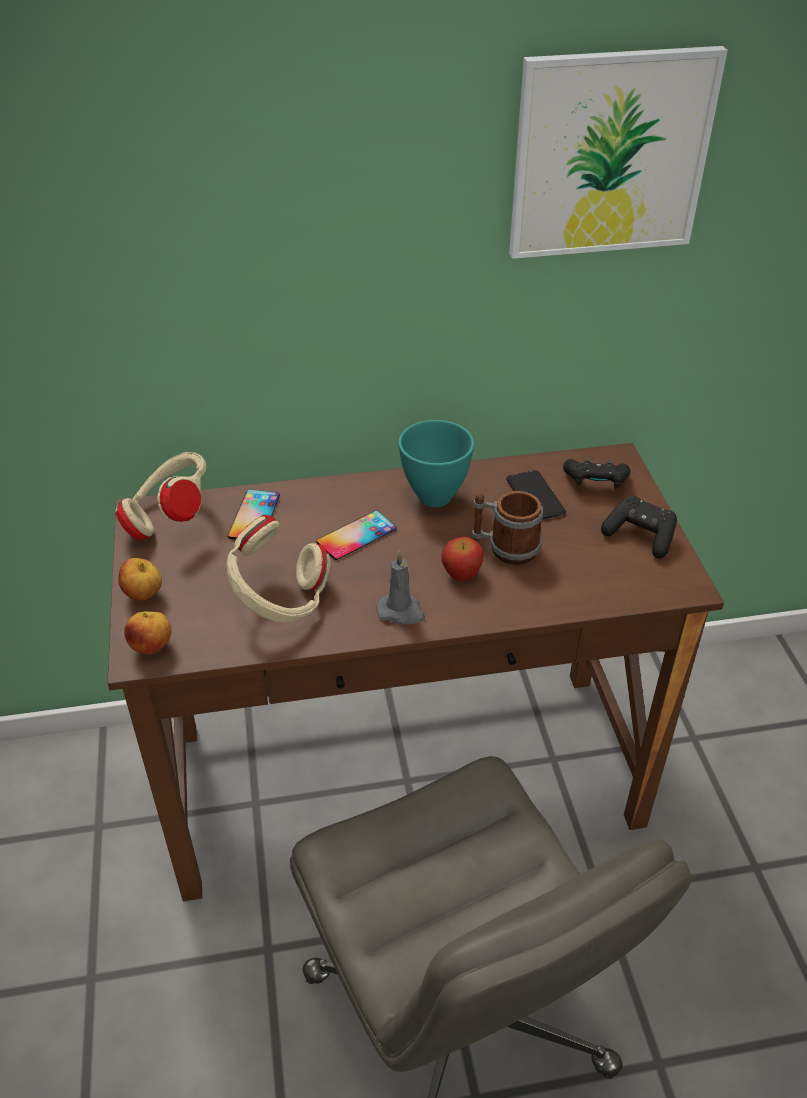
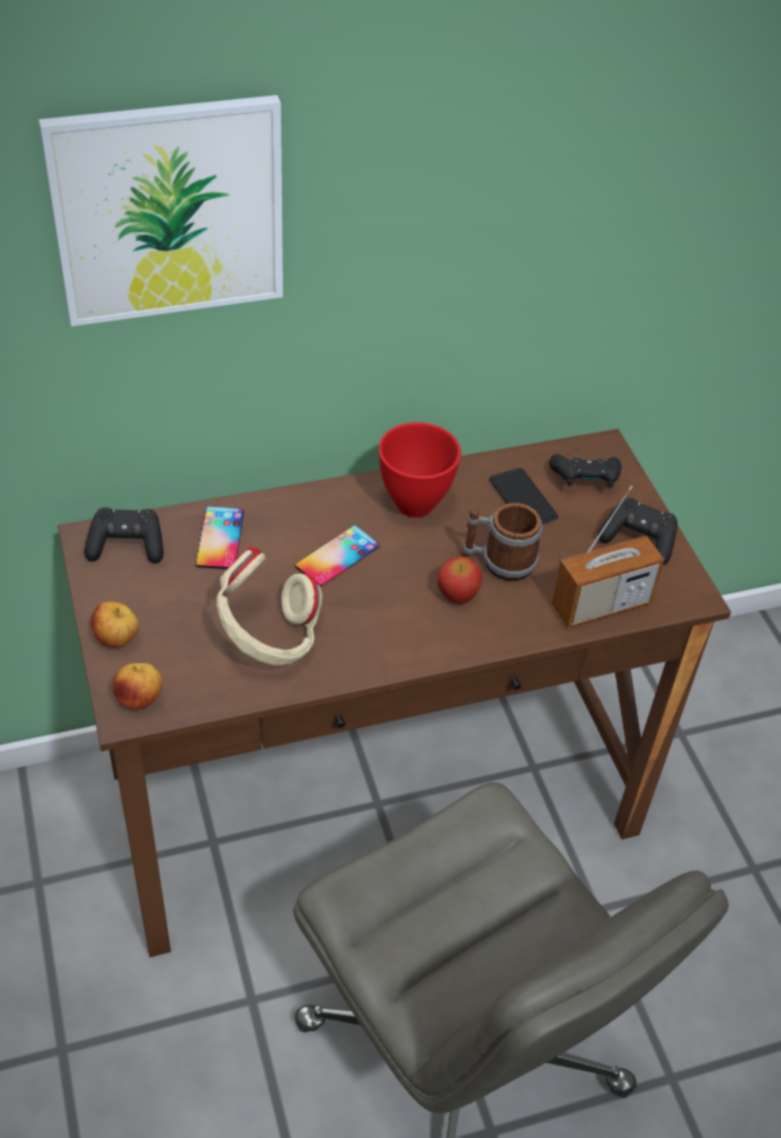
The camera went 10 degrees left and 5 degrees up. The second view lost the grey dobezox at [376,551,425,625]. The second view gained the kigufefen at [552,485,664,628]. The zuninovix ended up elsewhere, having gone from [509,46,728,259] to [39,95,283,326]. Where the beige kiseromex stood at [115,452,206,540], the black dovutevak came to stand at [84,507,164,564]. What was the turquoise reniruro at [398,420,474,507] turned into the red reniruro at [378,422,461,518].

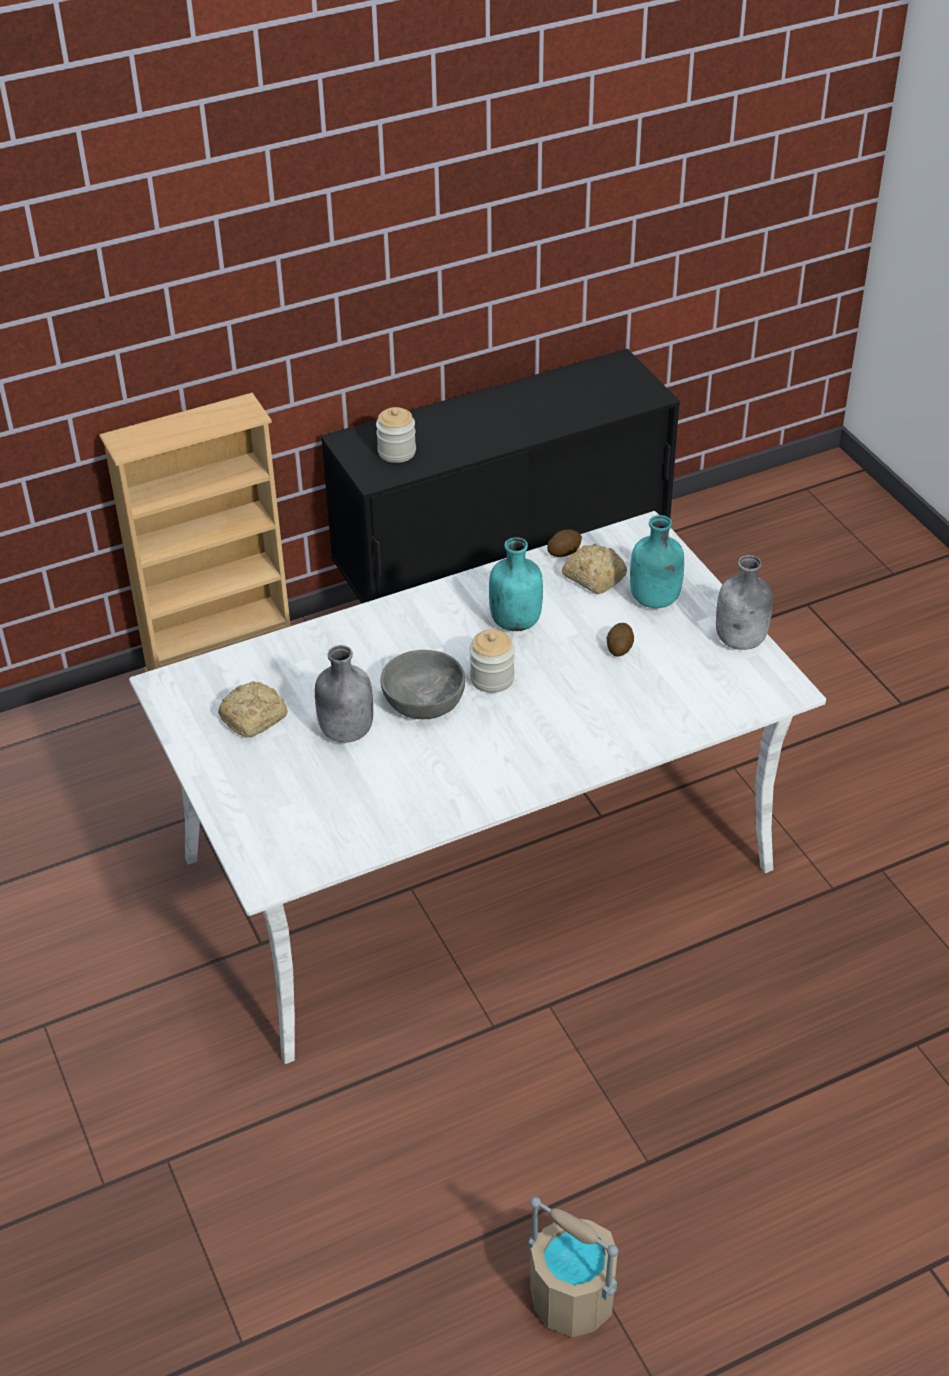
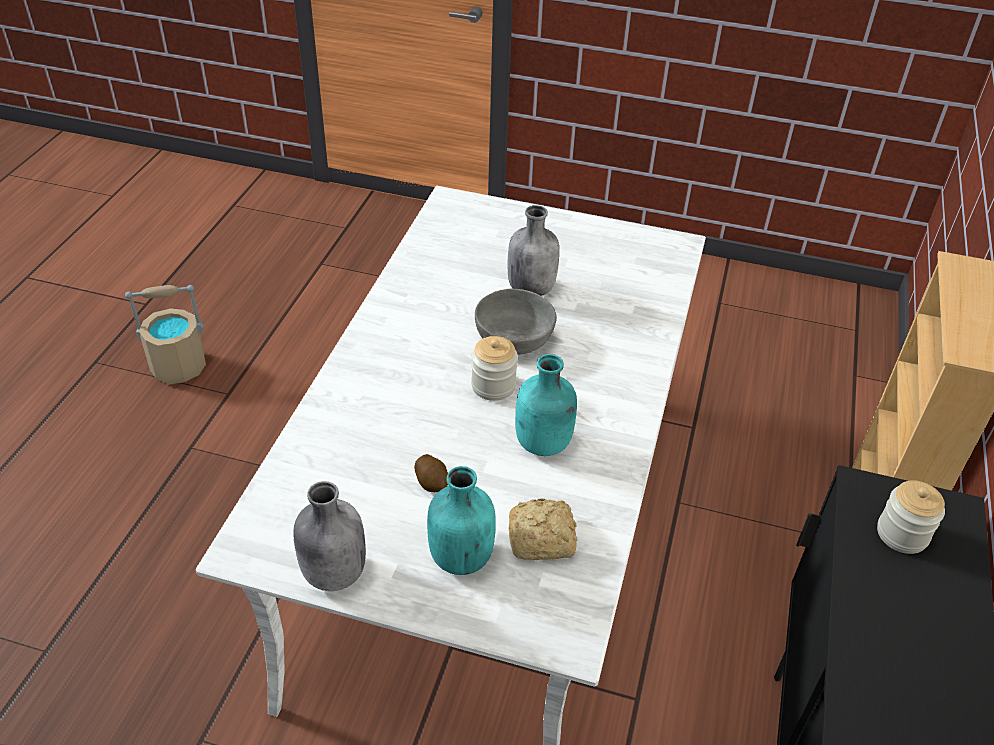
The camera went 130 degrees right and 0 degrees up. The second view lost the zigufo at [218,681,288,738]. The second view lost the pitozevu at [547,529,582,557].

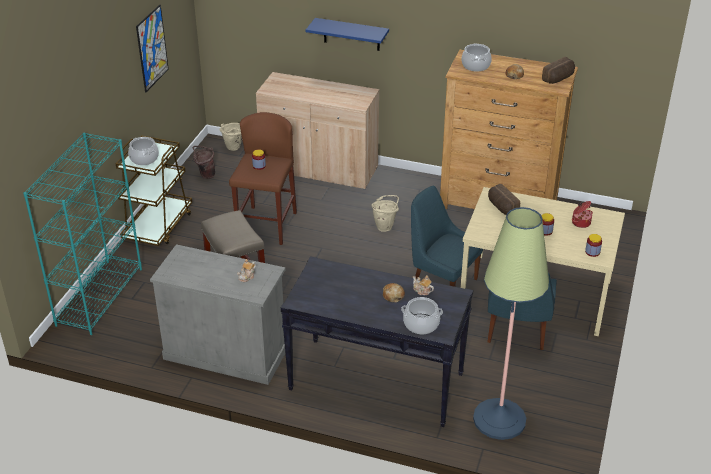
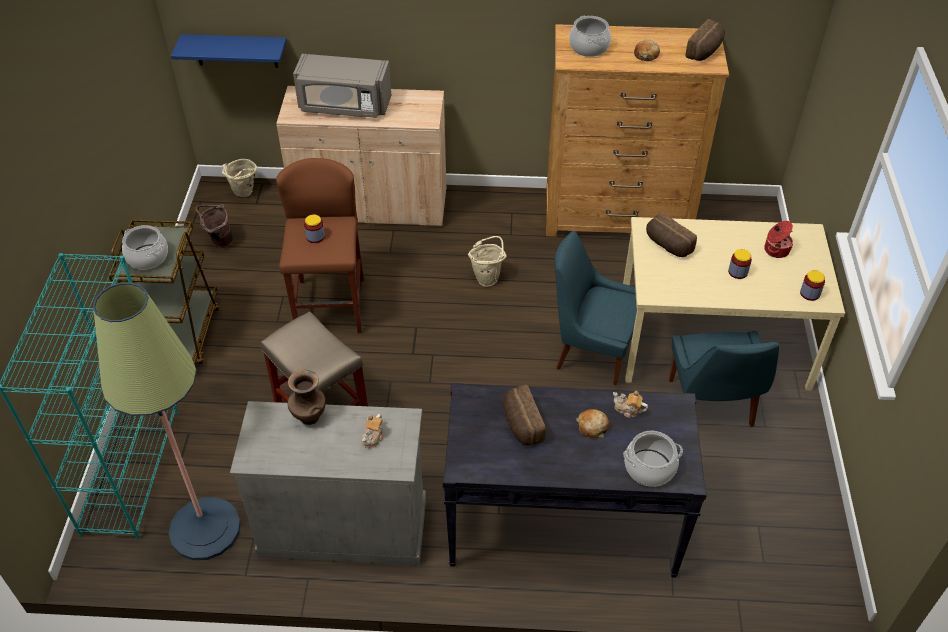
The camera went 15 degrees left and 10 degrees up. The second view lost the zuninovix at [136,5,169,92]. The second view gained the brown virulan at [287,370,326,425]. The second view gained the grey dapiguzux at [293,54,391,118]. The second view gained the zigufo at [503,385,546,446]. The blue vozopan ended up elsewhere, having gone from [306,18,389,51] to [171,34,287,68]. The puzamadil ended up elsewhere, having gone from [473,207,549,440] to [93,282,241,560].

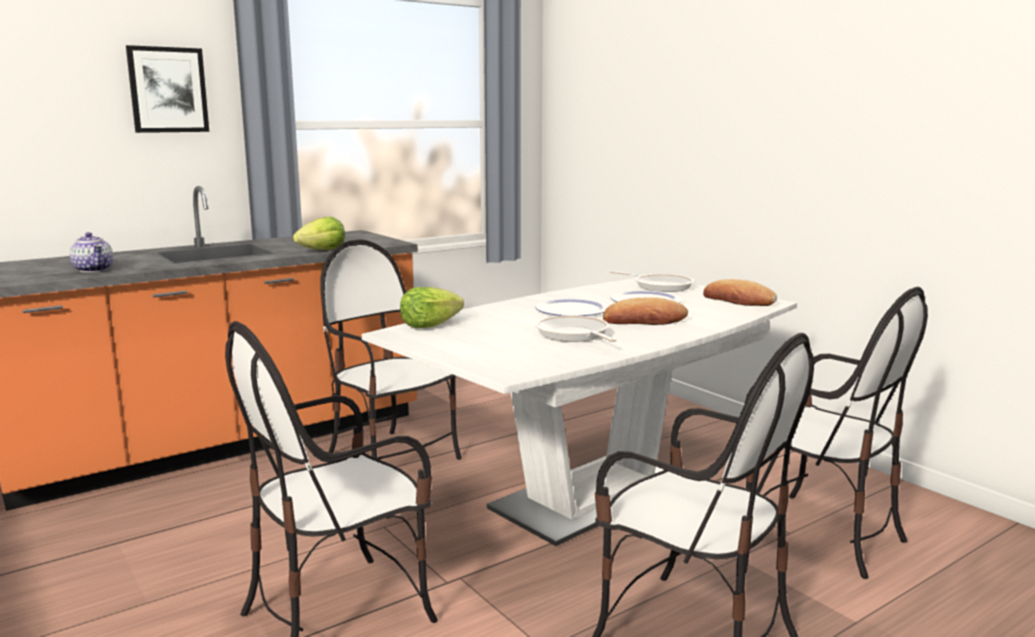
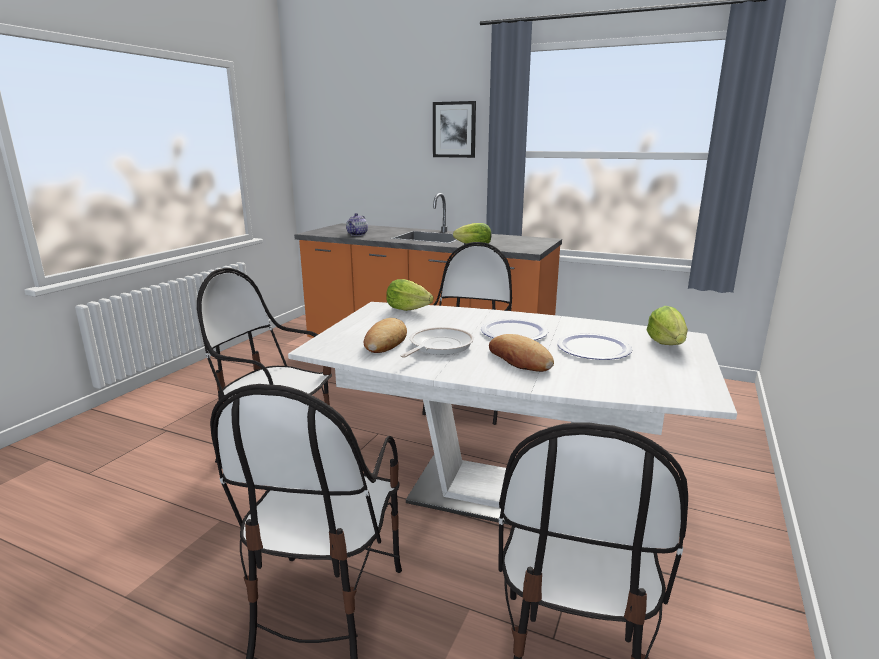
The camera went 60 degrees right and 5 degrees up. The zigufo ended up elsewhere, having gone from [703,279,777,306] to [364,318,407,353]. Where the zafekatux stood at [610,271,694,292], the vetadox came to stand at [646,306,688,345].

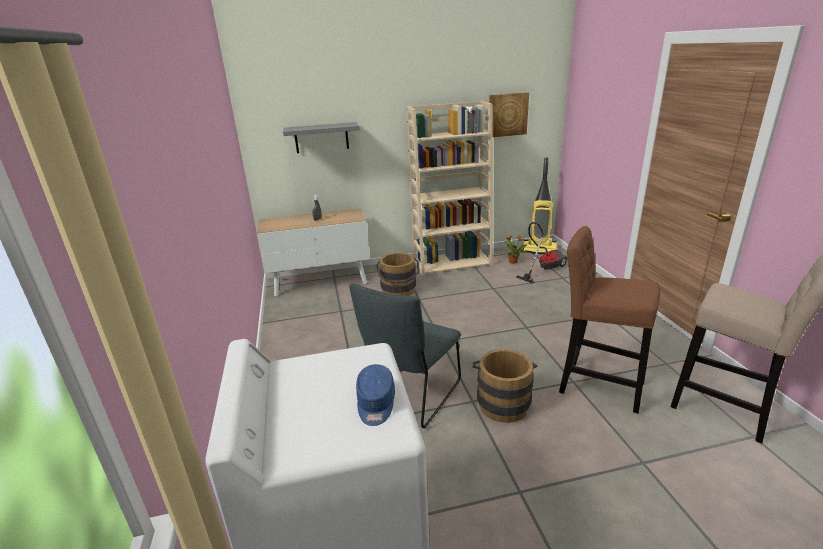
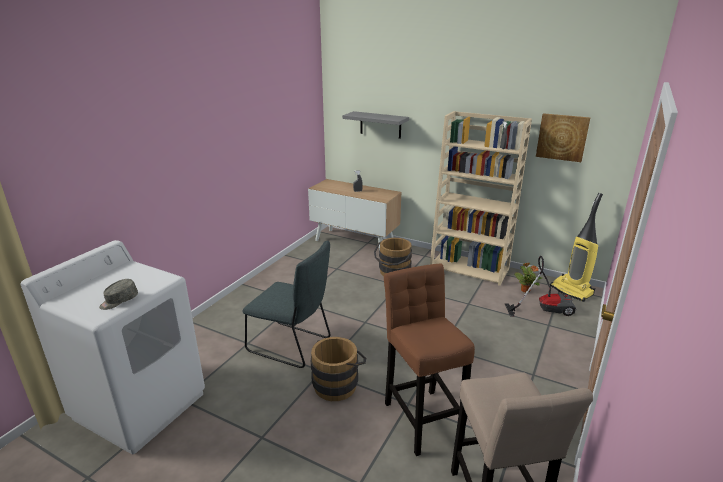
The camera went 40 degrees right and 0 degrees up. What was the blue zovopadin at [356,364,395,426] turned into the grey zovopadin at [99,279,138,310]. The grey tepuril at [349,284,461,428] ended up facing another way, 135 degrees counterclockwise from before.

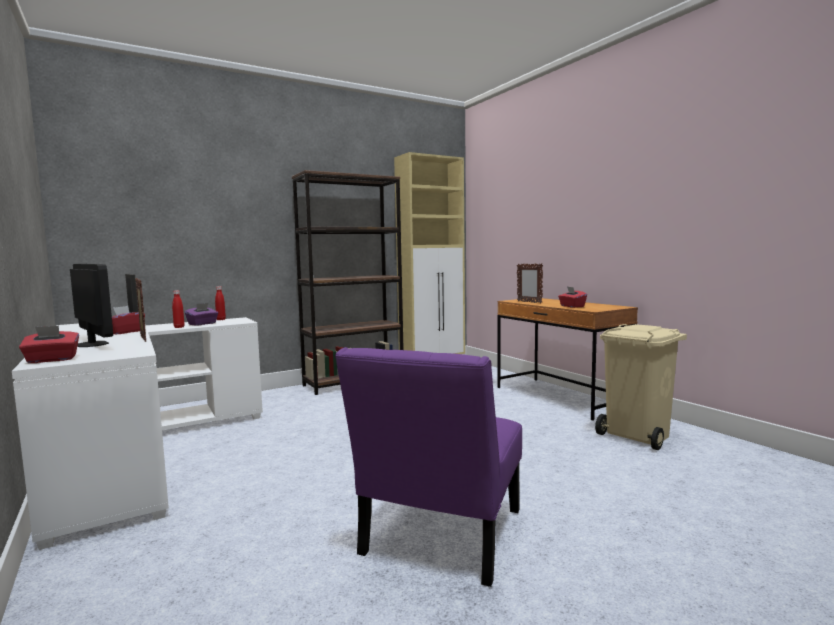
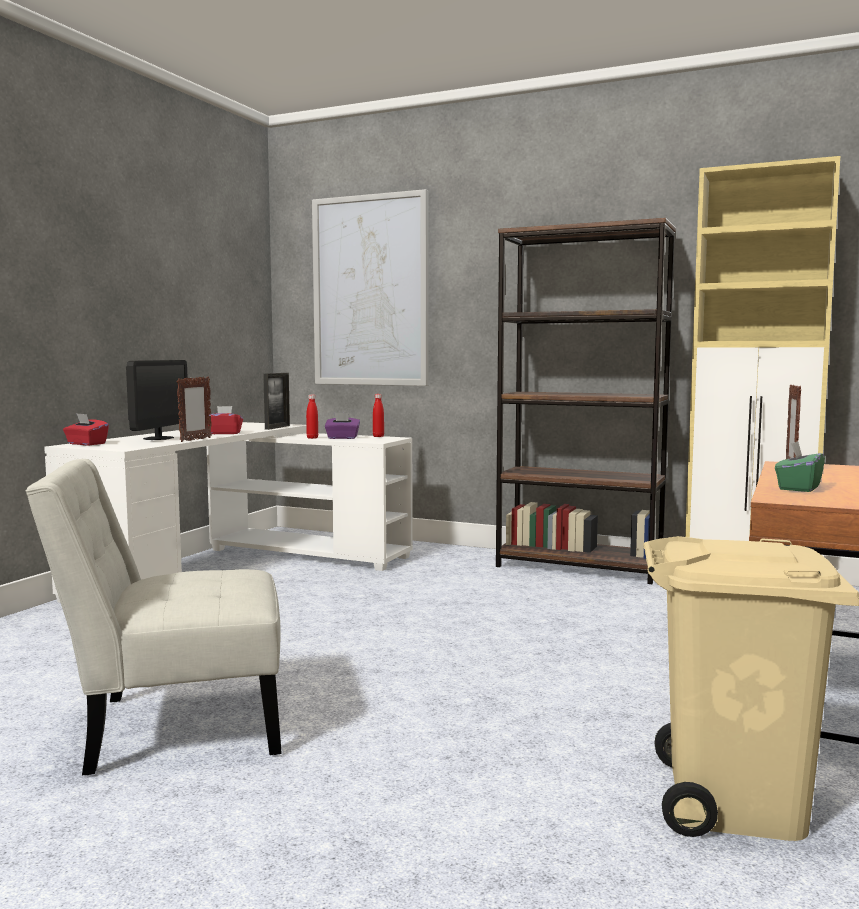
The camera went 55 degrees right and 0 degrees up. The second view gained the zuninovix at [312,189,428,386]. What was the purple tepuril at [335,347,522,587] turned into the white tepuril at [25,459,282,775]. What was the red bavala at [558,287,587,308] turned into the green bavala at [775,441,825,492].

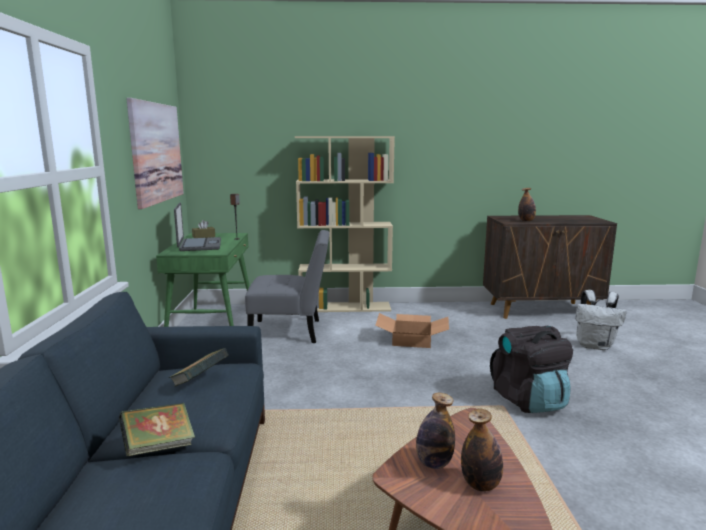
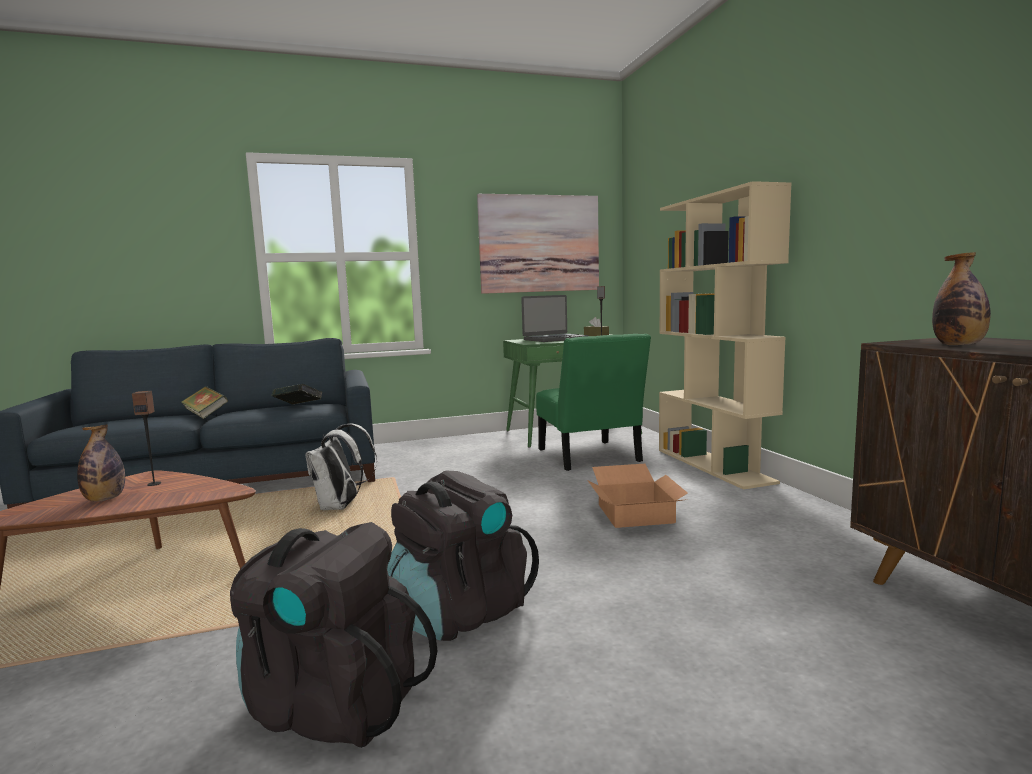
The camera went 75 degrees right and 5 degrees down. The second view gained the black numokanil at [230,522,437,748]. The white numokanil ended up elsewhere, having gone from [576,290,627,350] to [305,423,377,510]. Where the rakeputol stood at [416,393,455,469], the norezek came to stand at [132,391,161,486]. What was the grey tepuril at [245,230,330,343] turned into the green tepuril at [536,334,651,471].

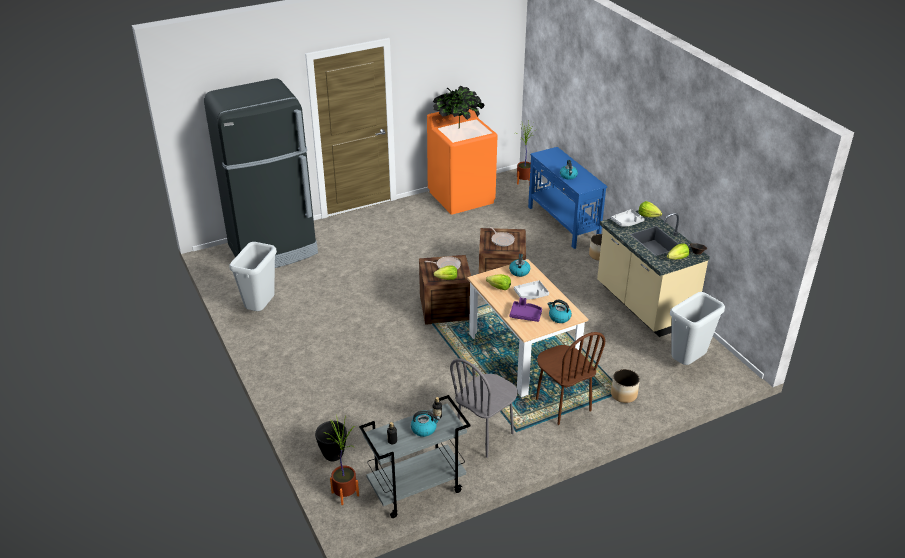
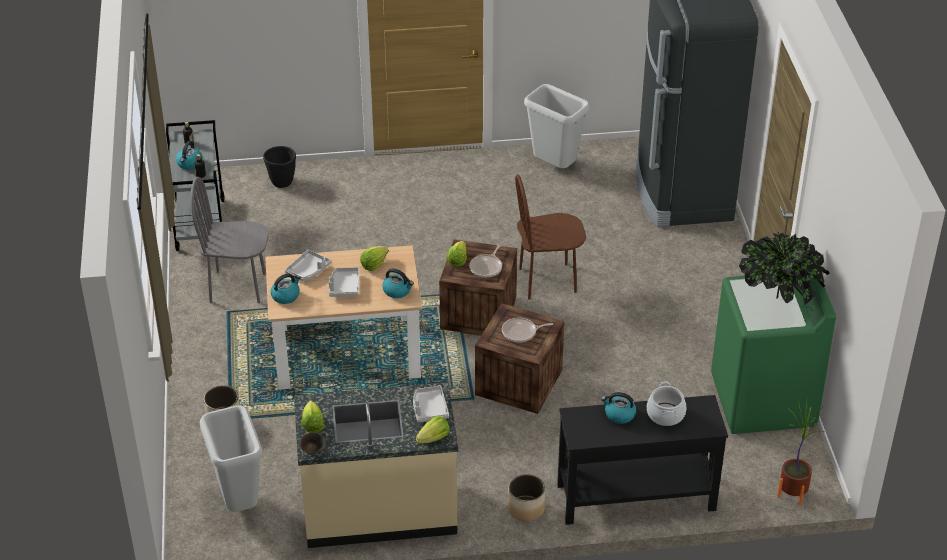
The camera went 110 degrees right and 5 degrees up. The second view lost the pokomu at [324,414,359,505]. The second view gained the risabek at [647,382,686,426]. The brown tepuril ended up elsewhere, having gone from [536,332,605,425] to [515,174,586,300]. What was the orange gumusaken at [427,109,497,215] turned into the green gumusaken at [711,276,836,434]. What was the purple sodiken at [509,297,542,322] turned into the grey sodiken at [285,250,331,281]. What was the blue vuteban at [528,147,607,249] turned into the black vuteban at [557,395,728,525]. The grey tepuril at [450,359,517,458] ended up facing another way, 60 degrees counterclockwise from before.

